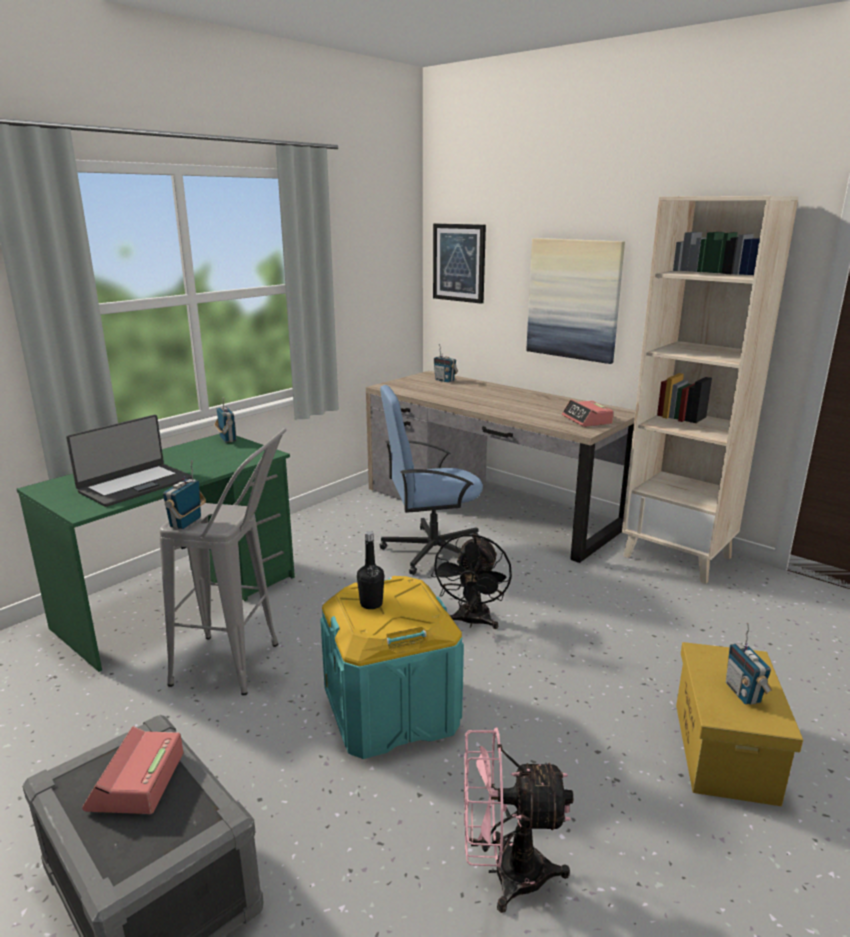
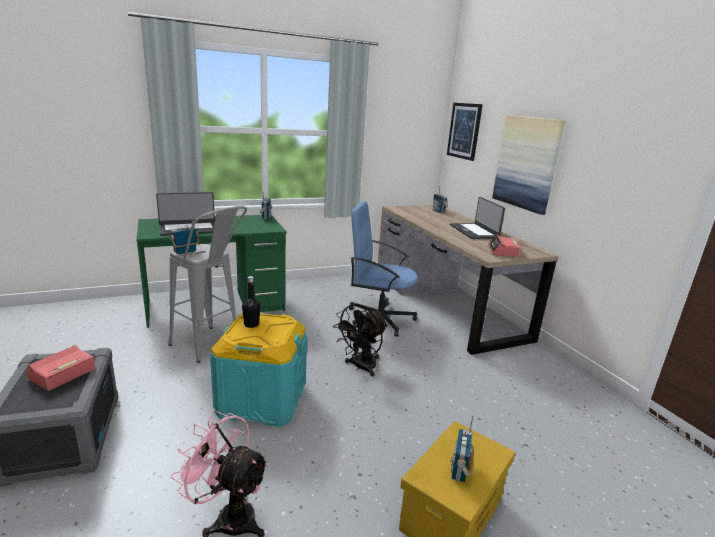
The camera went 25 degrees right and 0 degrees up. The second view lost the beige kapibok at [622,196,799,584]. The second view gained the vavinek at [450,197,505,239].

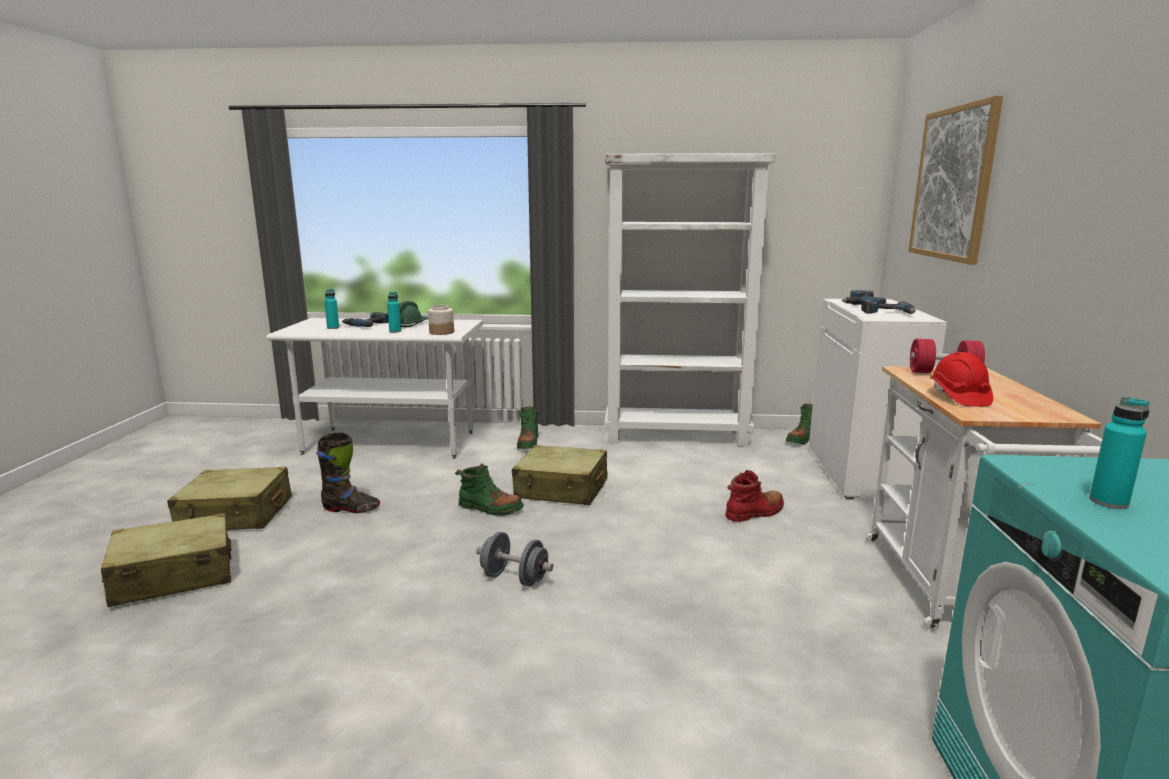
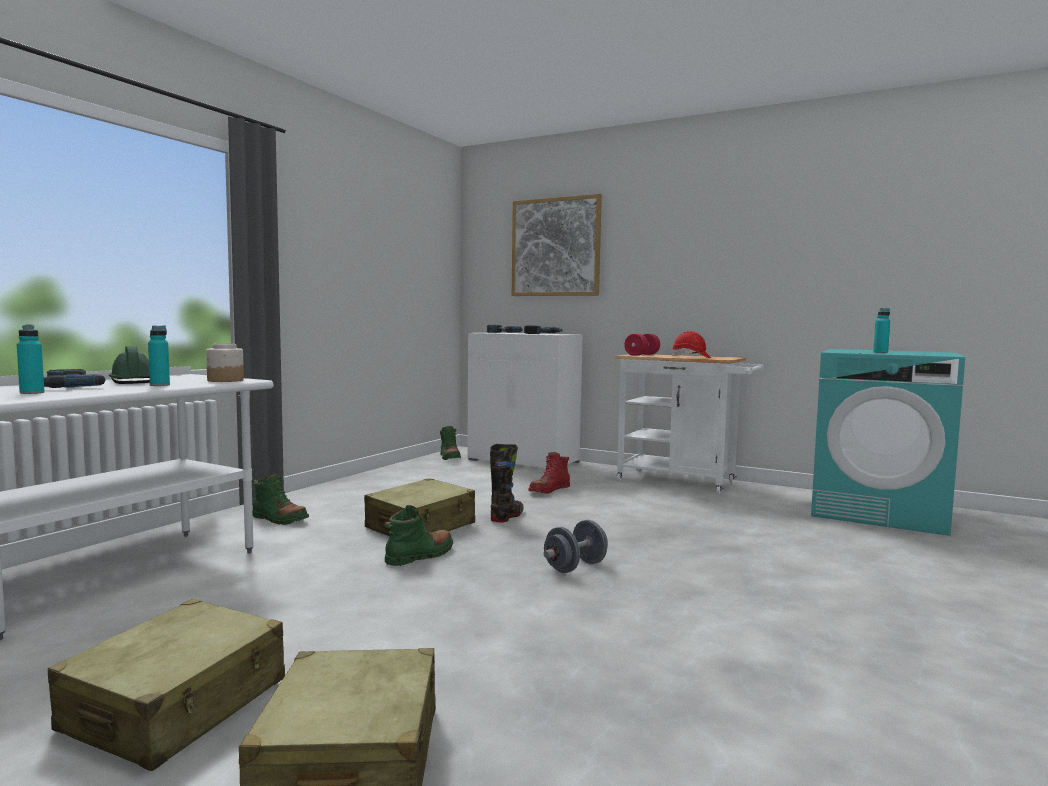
The camera went 65 degrees left and 10 degrees down. The second view lost the white kapibok at [605,153,776,447]. The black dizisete ended up elsewhere, having gone from [316,432,380,513] to [490,444,524,523]. The red dizisete at [725,470,784,522] ended up facing another way, 135 degrees counterclockwise from before.

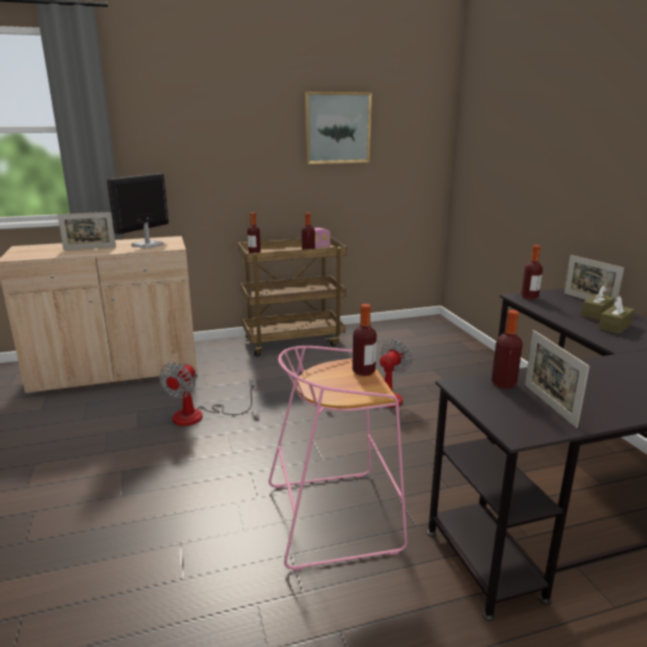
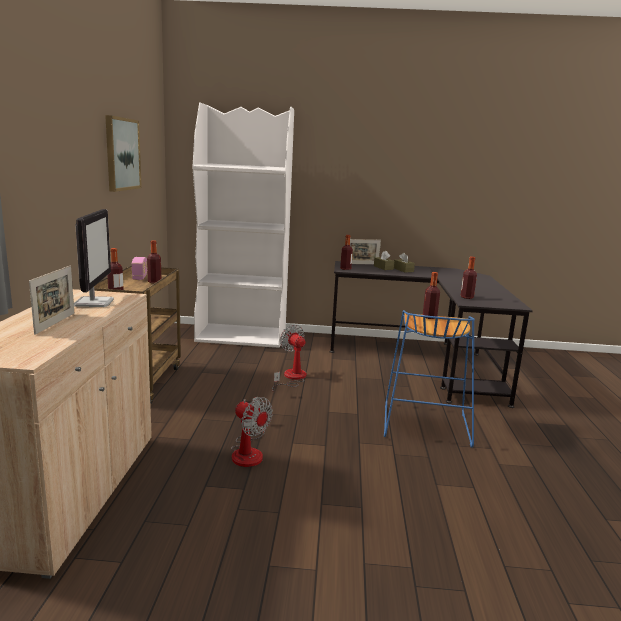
The camera went 70 degrees left and 5 degrees down. The second view lost the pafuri at [525,330,590,428]. The second view gained the white kapibok at [193,102,294,348]. What was the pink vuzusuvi at [269,346,407,571] turned into the blue vuzusuvi at [384,310,475,448]. The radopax at [107,173,169,248] ended up facing another way, 150 degrees counterclockwise from before.

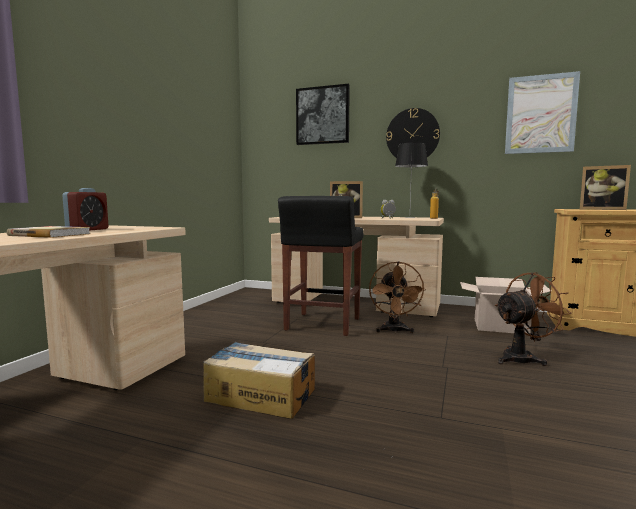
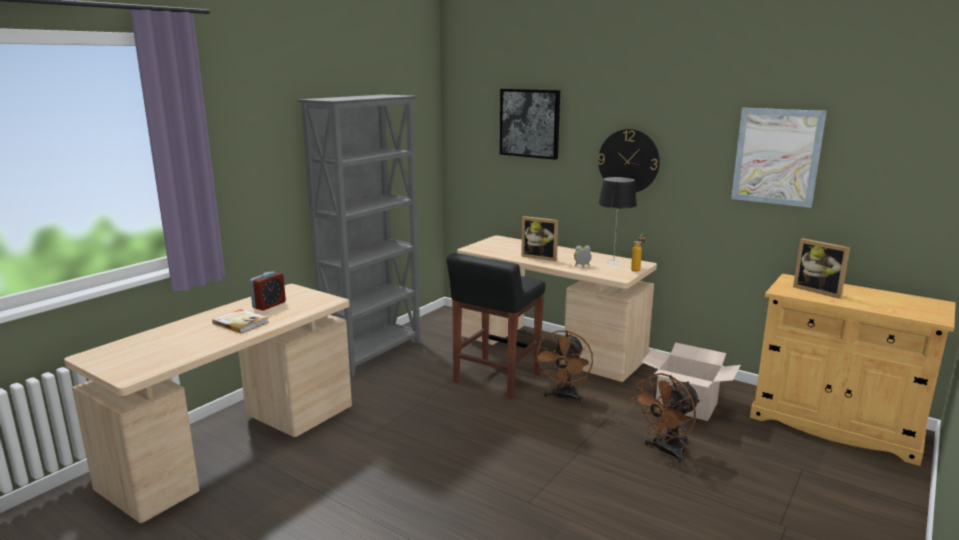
The camera went 15 degrees right and 10 degrees up. The second view lost the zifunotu at [203,341,315,419]. The second view gained the grey kapibok at [298,95,420,377]. The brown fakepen at [495,272,572,366] ended up facing another way, 150 degrees clockwise from before.

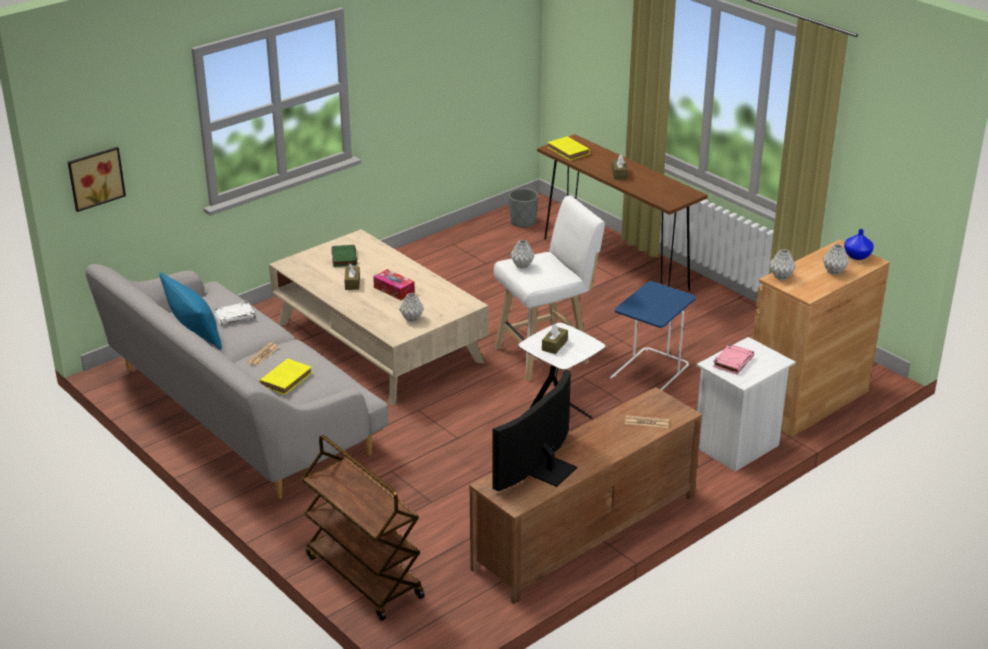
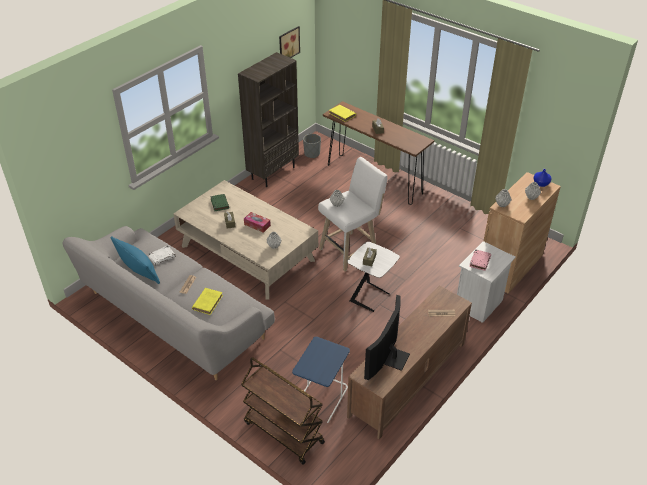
The camera went 10 degrees left and 10 degrees up. The second view gained the brown kapibok at [238,52,299,187]. The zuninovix ended up elsewhere, having gone from [68,147,126,212] to [279,26,300,58]. The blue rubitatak ended up elsewhere, having gone from [610,281,696,390] to [292,337,350,423].

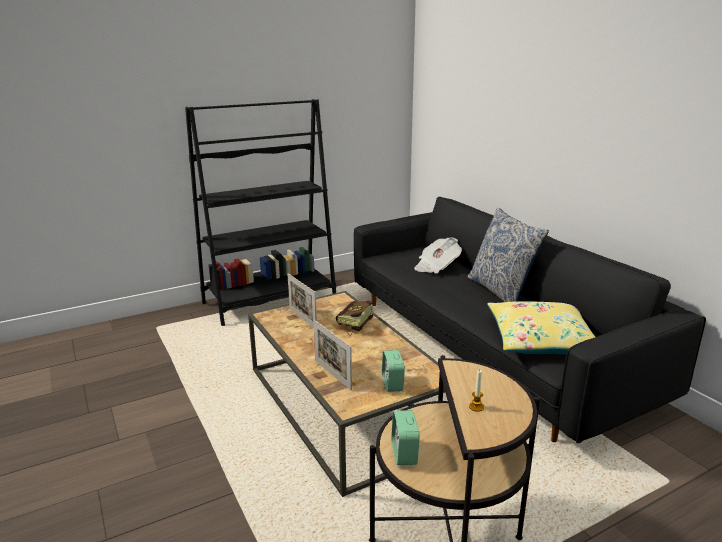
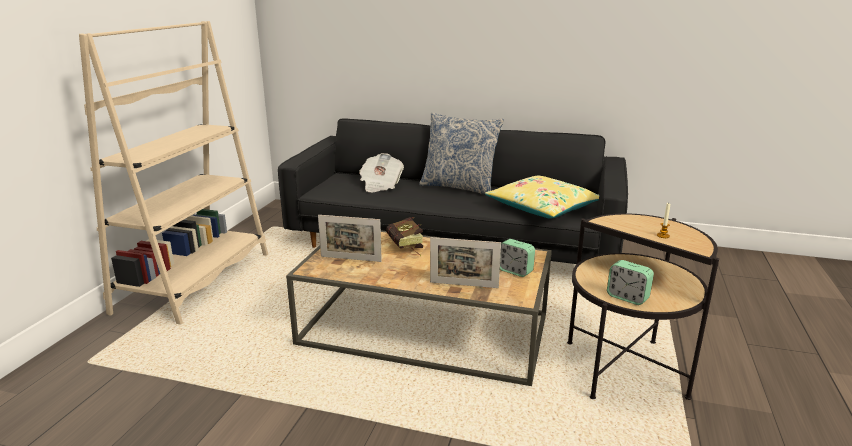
The camera went 45 degrees left and 0 degrees up. What was the black kapibok at [185,99,336,326] turned into the beige kapibok at [79,21,268,325].

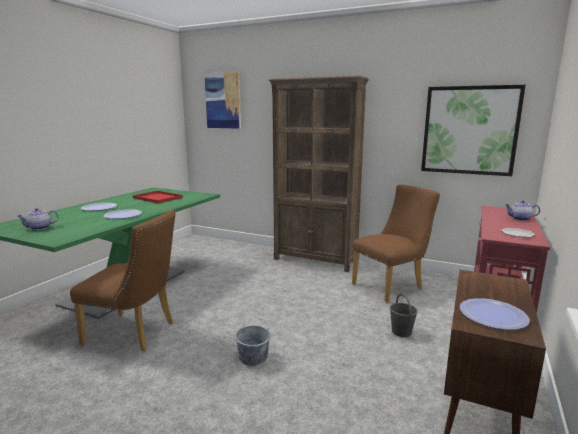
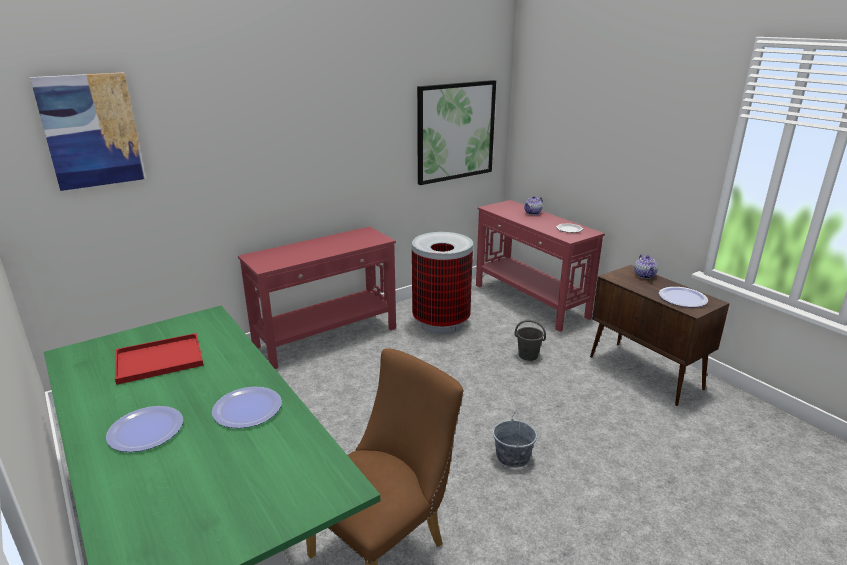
The camera went 60 degrees left and 10 degrees up. The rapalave ended up elsewhere, having gone from [17,208,58,230] to [634,254,658,279]. Where the brown kapibok stood at [269,75,369,272], the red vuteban came to stand at [238,227,396,369]. Where the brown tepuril stood at [352,185,440,302], the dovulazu came to stand at [412,232,473,334].

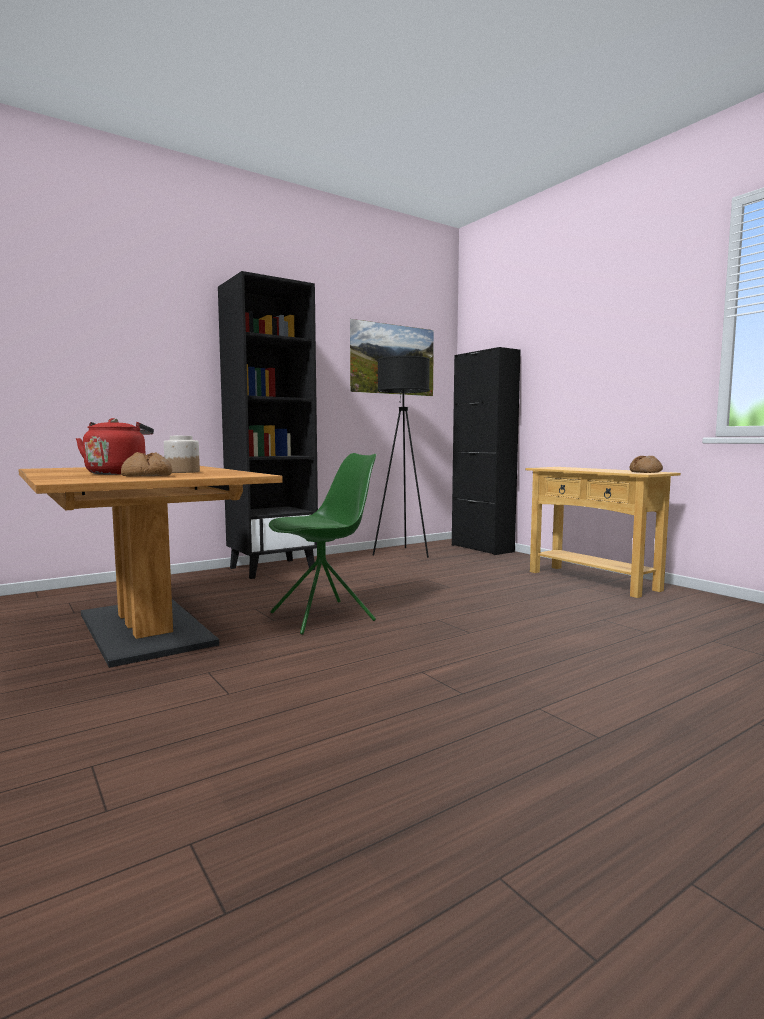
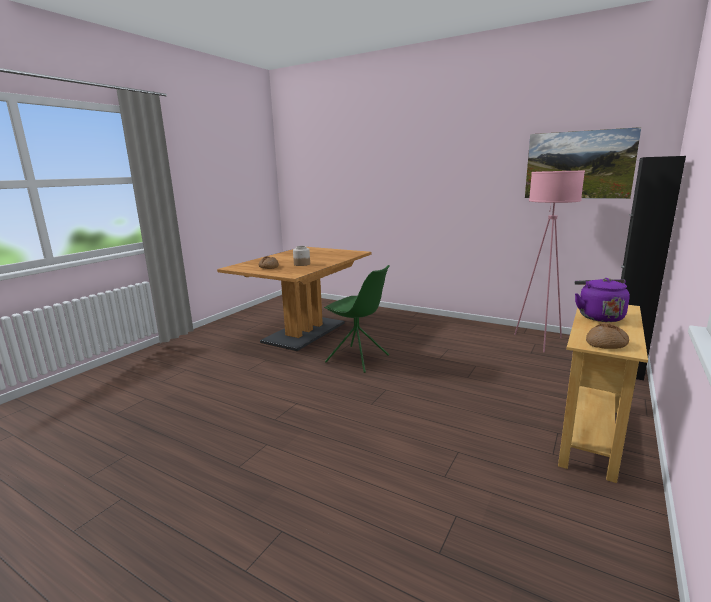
The camera went 65 degrees right and 10 degrees up. The second view lost the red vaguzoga at [76,418,154,475]. The second view lost the black kapibok at [218,271,318,579]. The second view gained the purple vaguzoga at [575,278,630,322]. What was the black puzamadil at [373,356,430,558] turned into the pink puzamadil at [514,171,585,352].

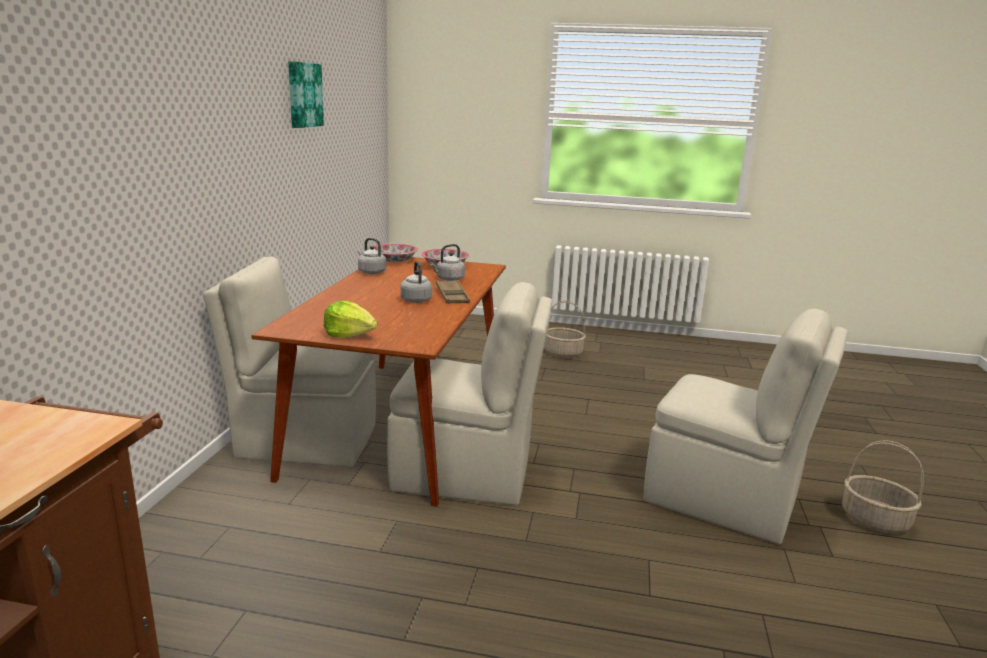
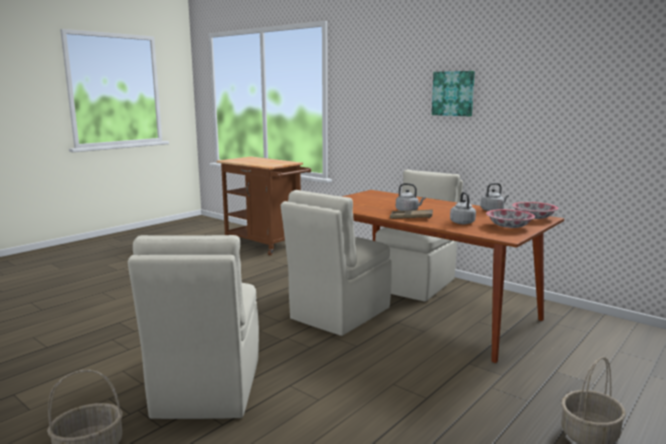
The camera went 120 degrees right and 5 degrees down. The second view lost the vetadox at [324,300,377,338]. The zuninovix ended up elsewhere, having gone from [288,61,324,128] to [432,71,475,116]. The beige tepuril at [644,308,848,544] ended up facing another way, 60 degrees counterclockwise from before.

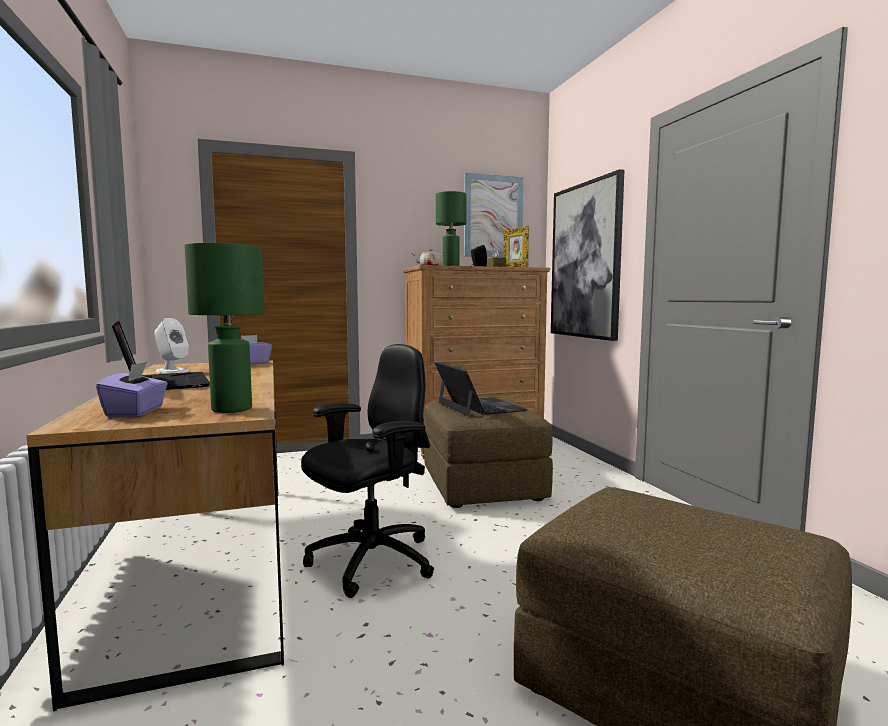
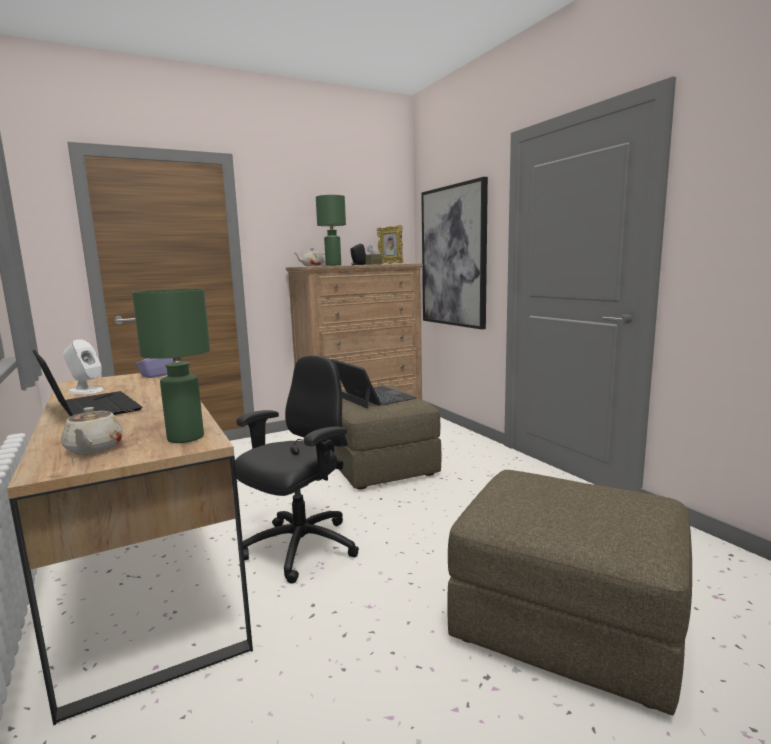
The camera went 10 degrees left and 5 degrees up. The second view lost the zuninovix at [464,173,523,257]. Where the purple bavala stood at [96,362,168,417], the beige rapalave came to stand at [61,407,123,454].

